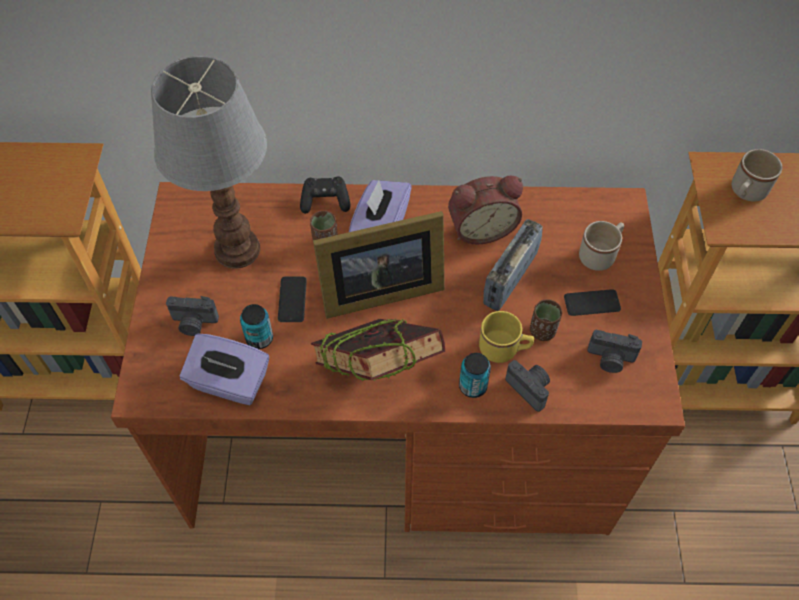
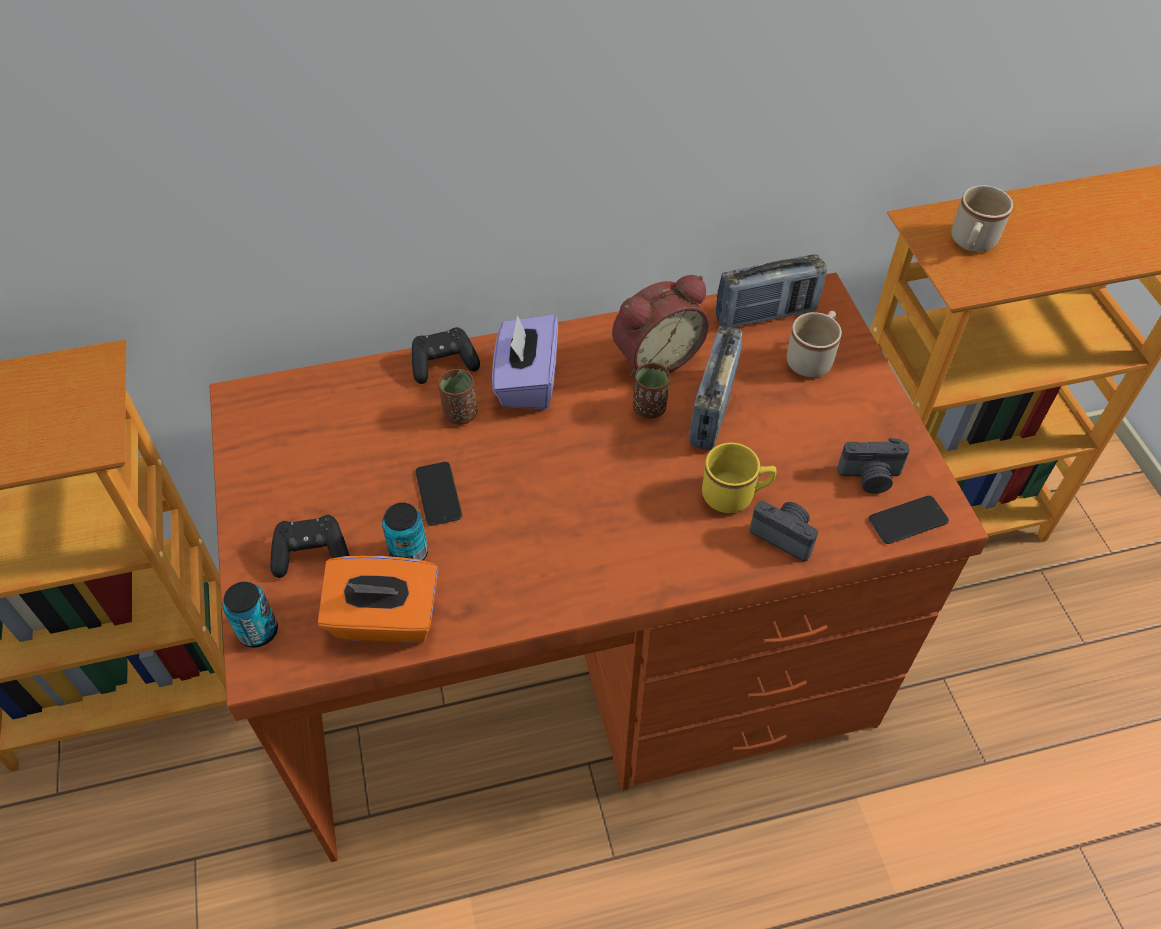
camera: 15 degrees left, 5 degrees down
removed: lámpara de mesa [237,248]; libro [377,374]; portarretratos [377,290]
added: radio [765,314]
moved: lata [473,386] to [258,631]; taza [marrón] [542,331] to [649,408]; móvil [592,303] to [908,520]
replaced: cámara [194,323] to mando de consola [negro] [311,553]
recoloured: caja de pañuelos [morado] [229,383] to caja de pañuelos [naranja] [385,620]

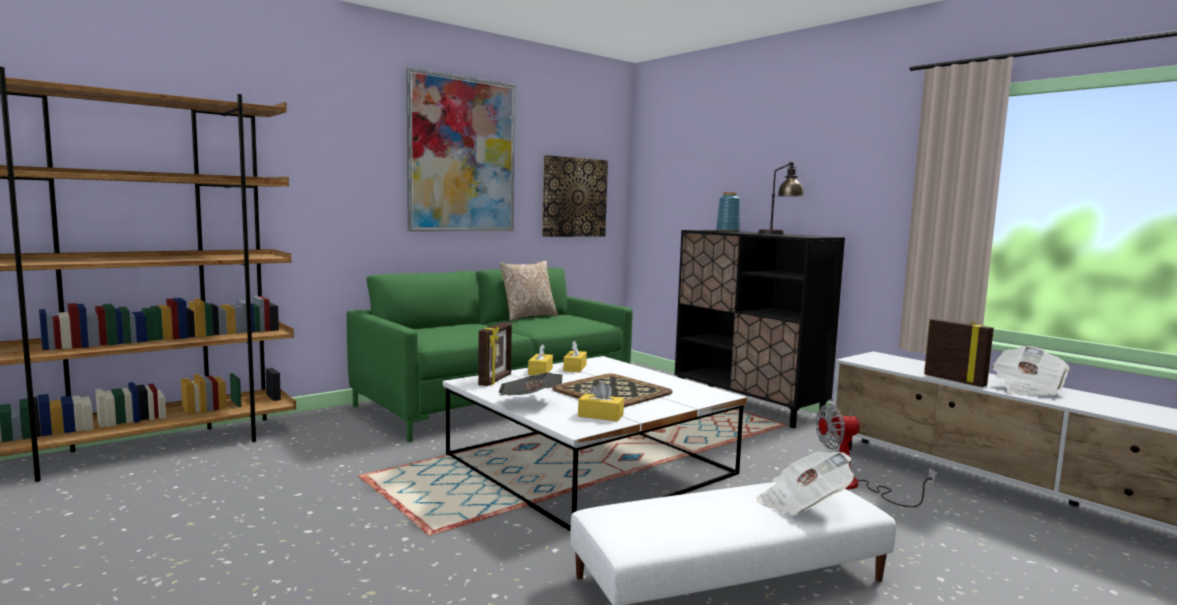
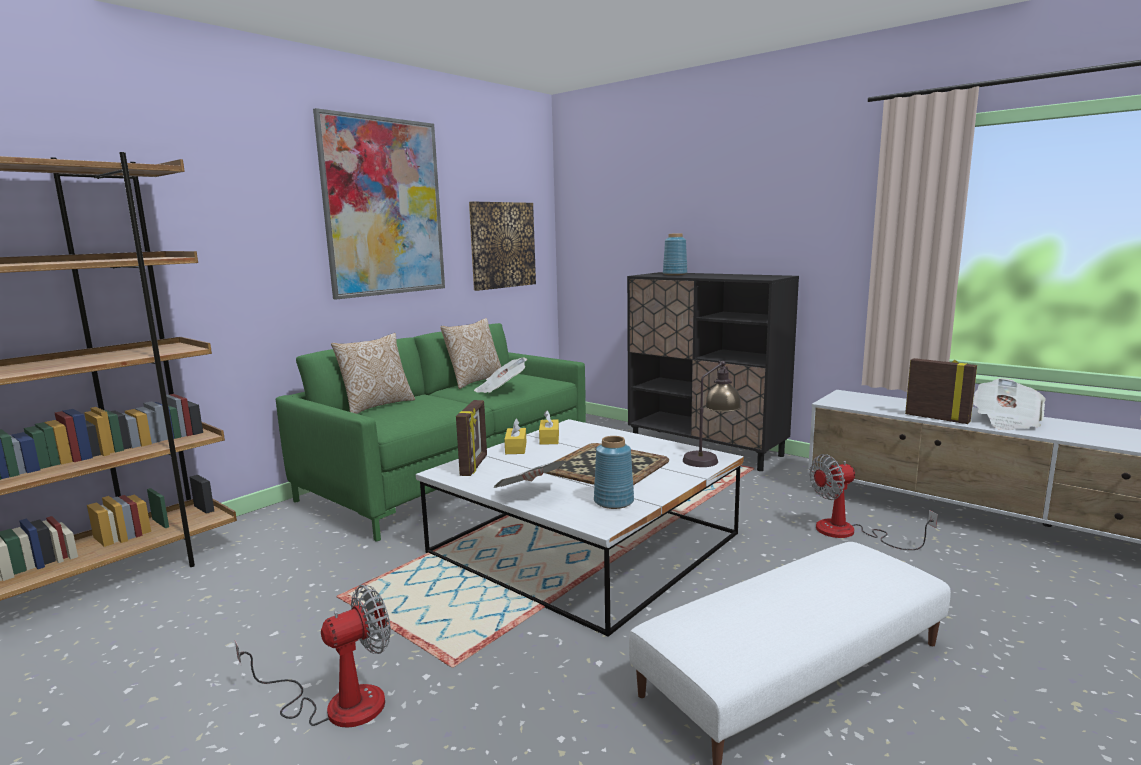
camera: 10 degrees left, 5 degrees up
added: ventilador [337,703]; cojín [376,406]
moved: periódico [802,504] to [501,390]; lámpara de mesa [779,234] to [711,458]
replaced: caja de pañuelos [amarillo] [600,416] to florero [azul] [614,501]

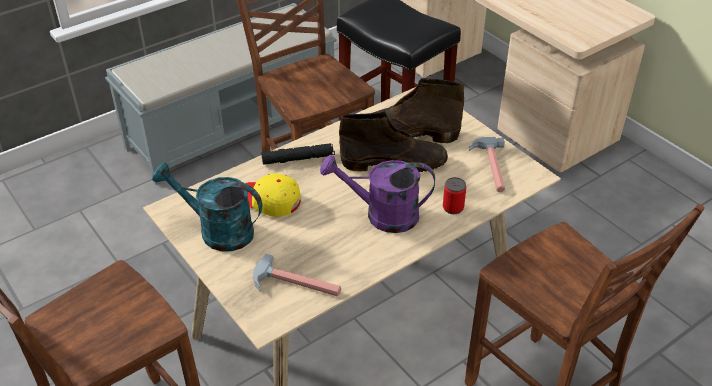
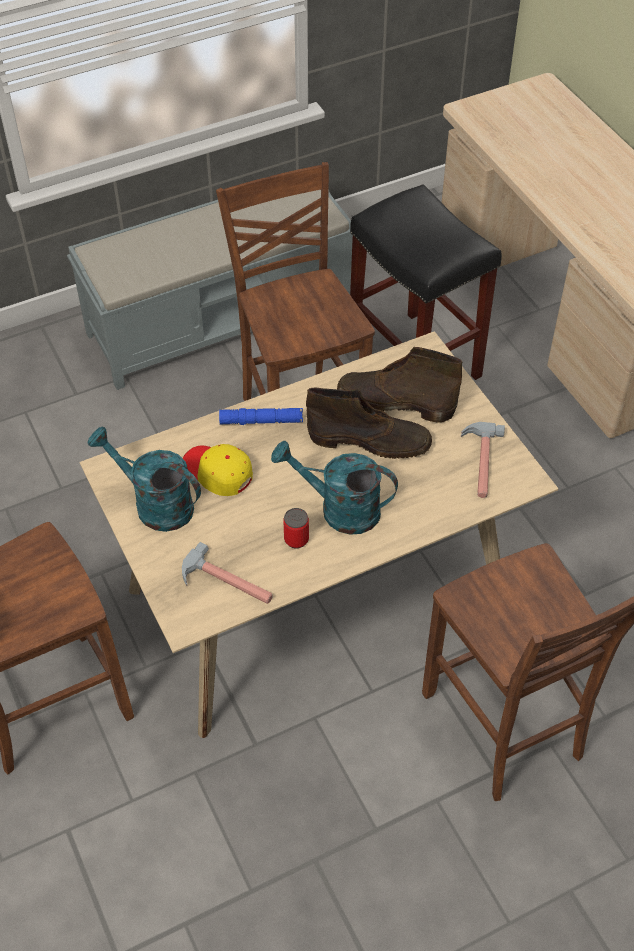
camera: 10 degrees right, 10 degrees up
moved: lata [453,208] to [296,539]
recoloured: linterna [negro] [298,159] to linterna [azul] [261,421]; regadera [morado] [382,215] to regadera [turquesa] [339,509]

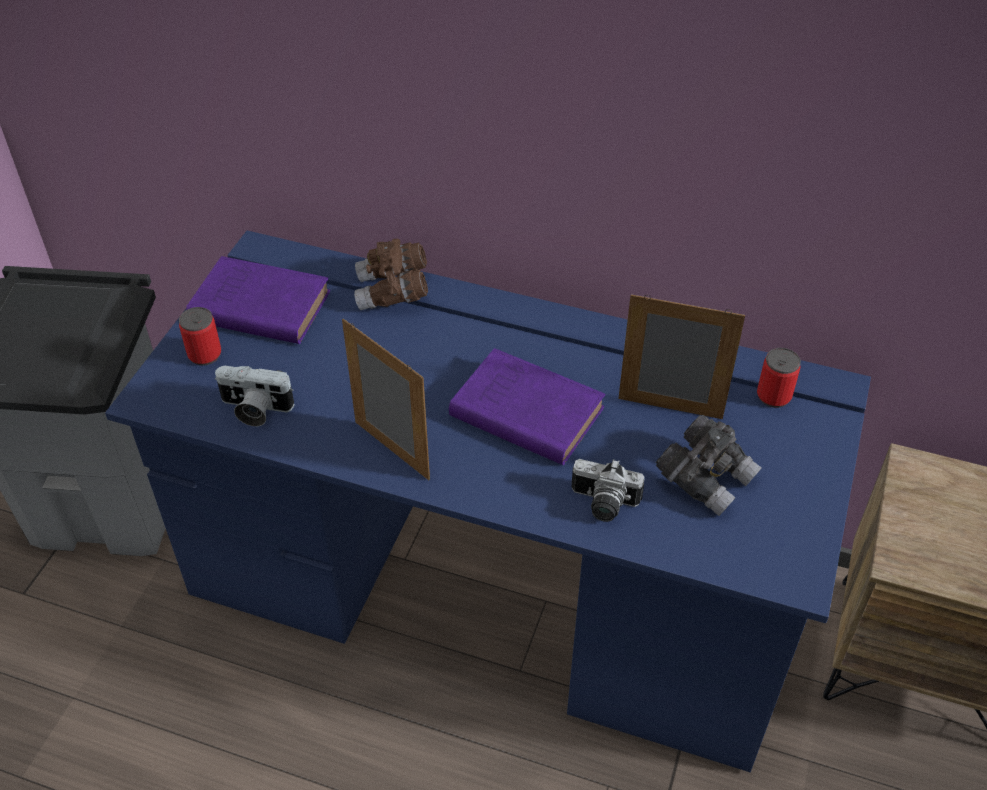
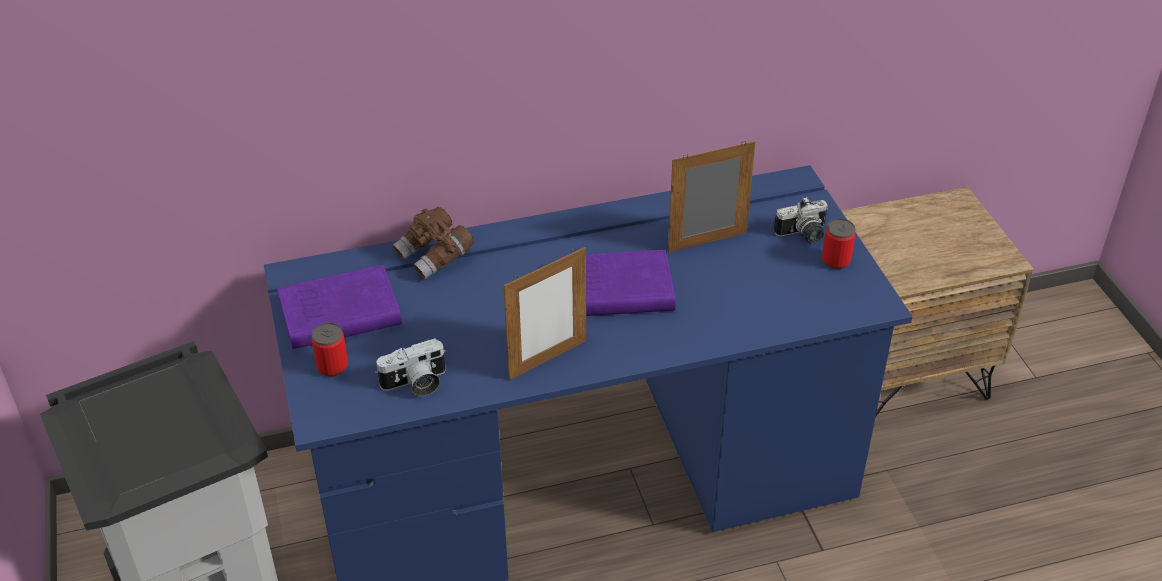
camera: 35 degrees left, 5 degrees down
removed: prismáticos [gris] [705,478]
moved: cámara [602,505] to [803,235]; lata [773,396] to [836,261]
turned: portarretratos [391,450] = [547,359] 135 degrees clockwise

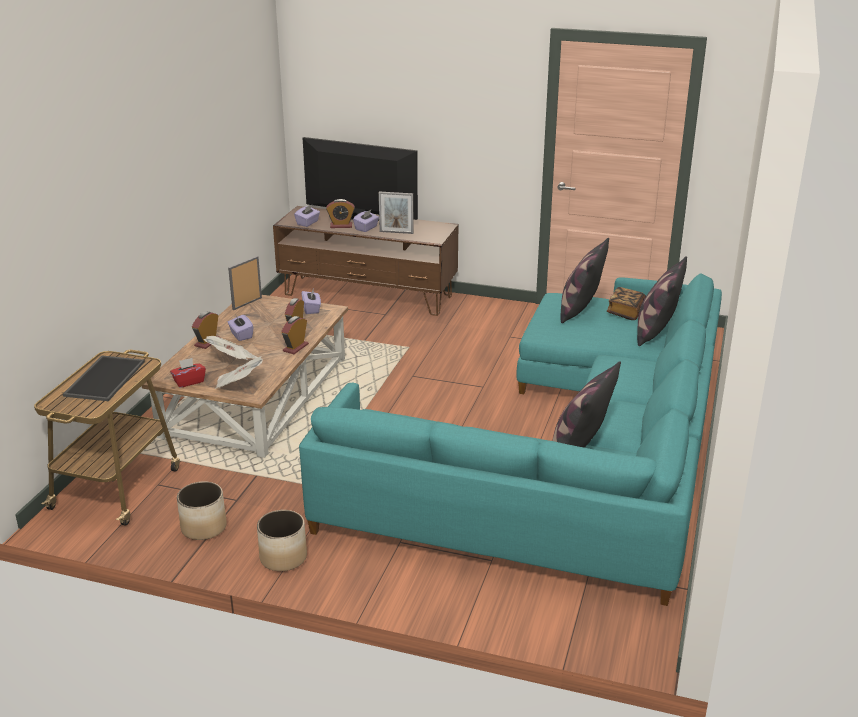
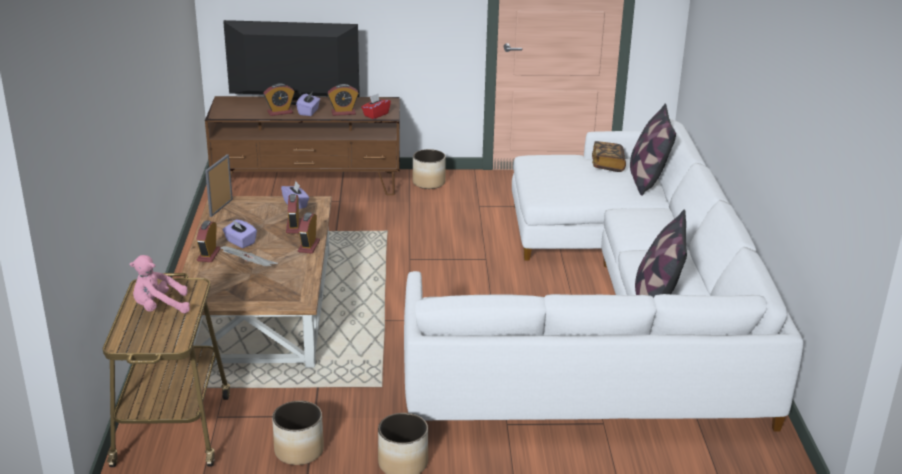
camera: 20 degrees left, 0 degrees up
removed: periódico [239,384]; caja de pañuelos [morado] [308,223]; cojín [580,310]
added: maceta [429,182]
moved: caja de pañuelos [rojo] [189,382] to [376,115]
replaced: bandeja [104,378] to peluche [rosa] [159,308]; portarretratos [396,232] to despertador [343,113]
recoloured: sofá [turquesa] [572,457] to sofá [blanco] [613,313]

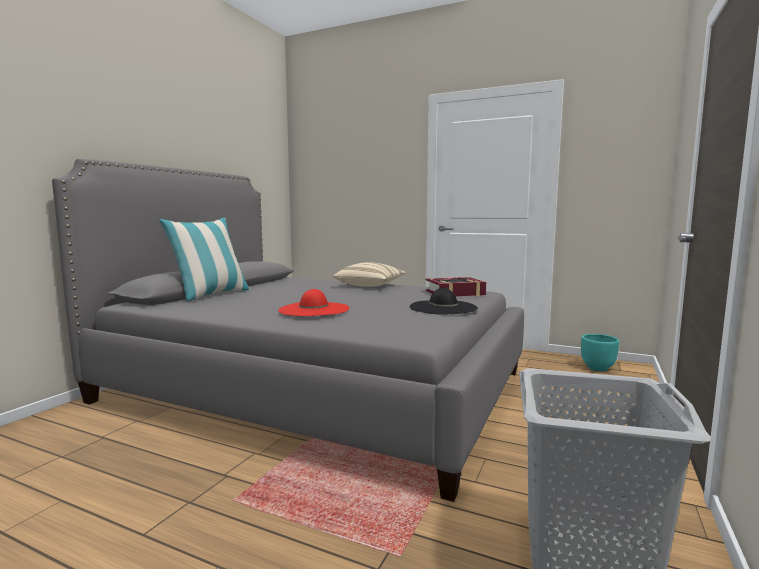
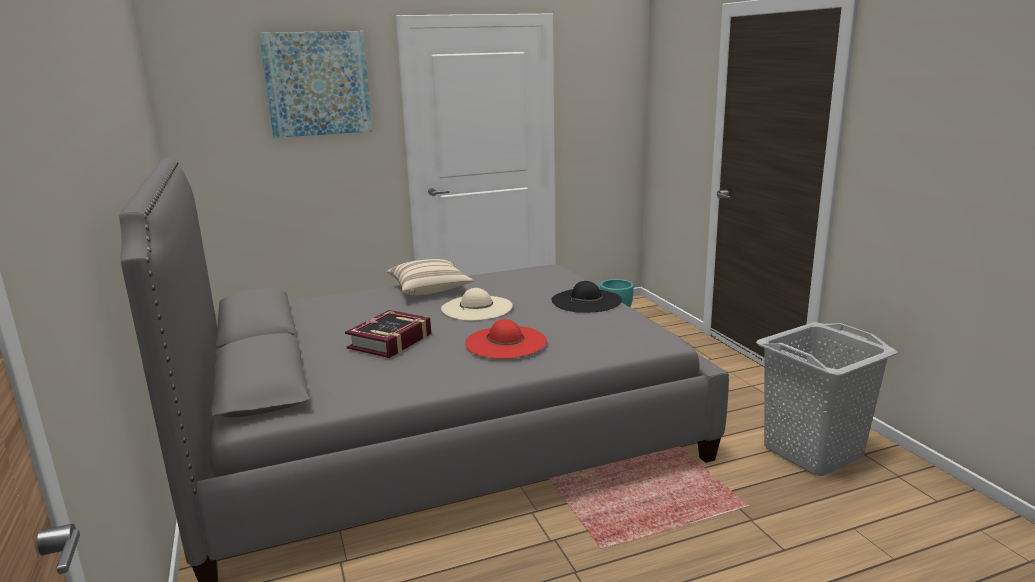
camera: 45 degrees left, 10 degrees up
removed: cojín [211,295]
added: cuadro [317,84]; sombrero [beis] [476,308]
moved: libro [455,293] to [390,341]

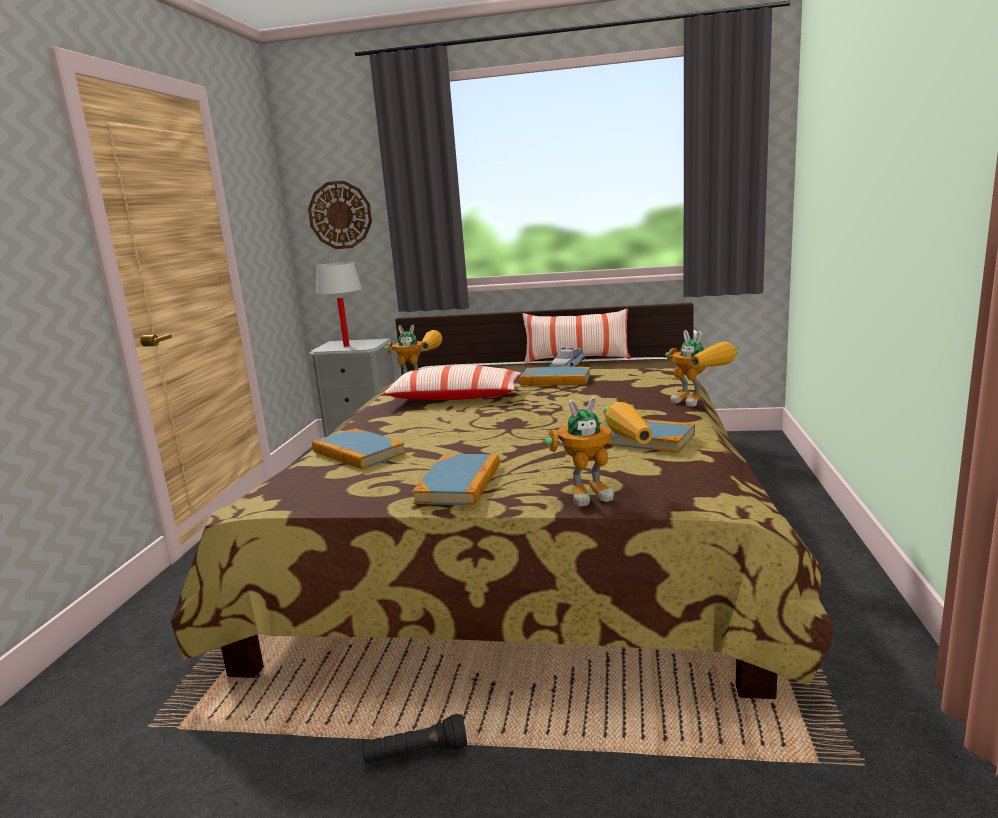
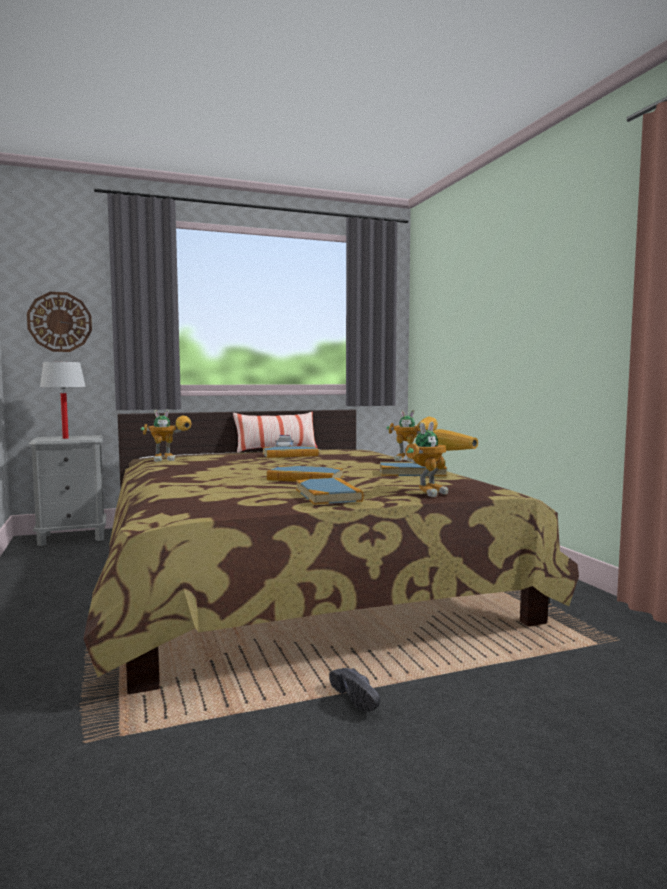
camera: 30 degrees left, 10 degrees down
removed: cojín [455,398]
moved: libro [358,452] to [305,478]
replaced: linterna [negro] [416,754] to zapato [negro] [359,698]

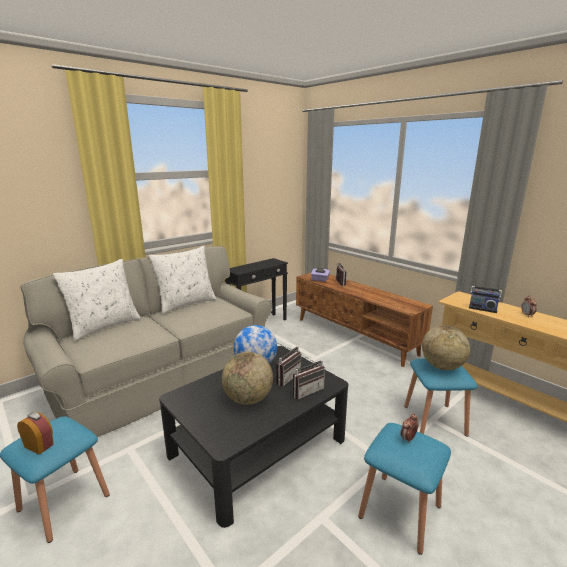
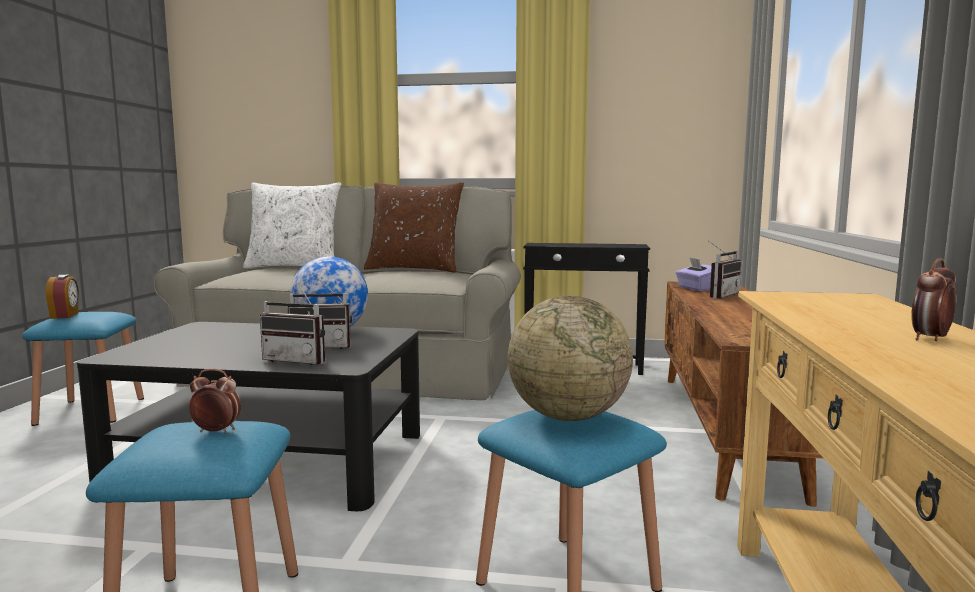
camera: 50 degrees right, 10 degrees down
removed: globo terráqueo [248,399]; radio [482,308]
recoloured: cojín [blanco] [186,303] to cojín [marrón] [414,269]

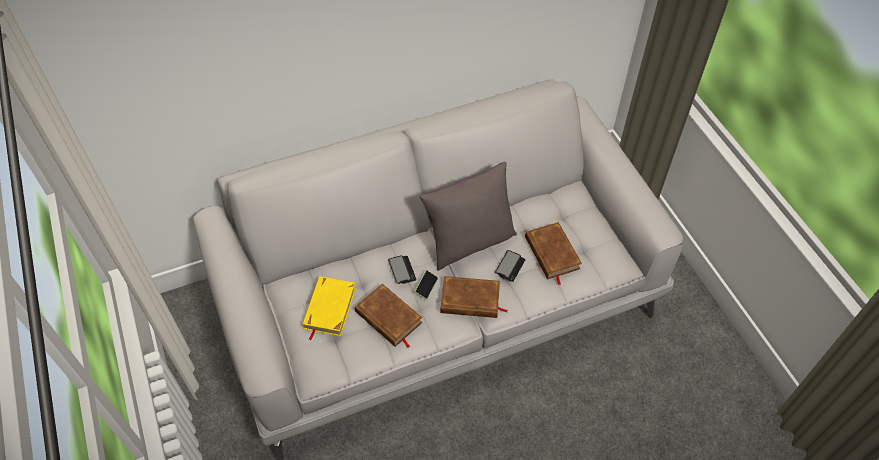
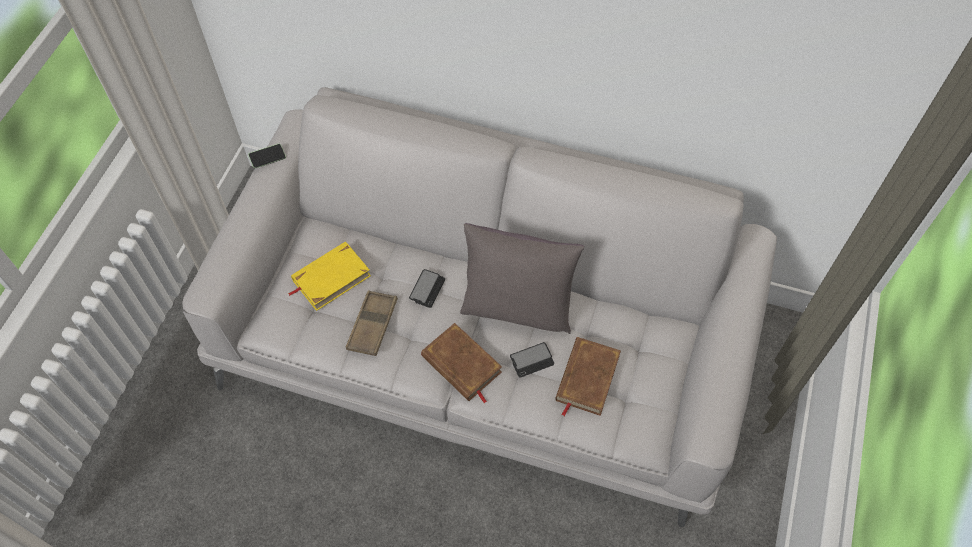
camera: 40 degrees right, 5 degrees up
moved: móvil [426,287] to [268,159]
replaced: libro [marrón] [388,318] to bandeja [marrón] [372,325]

